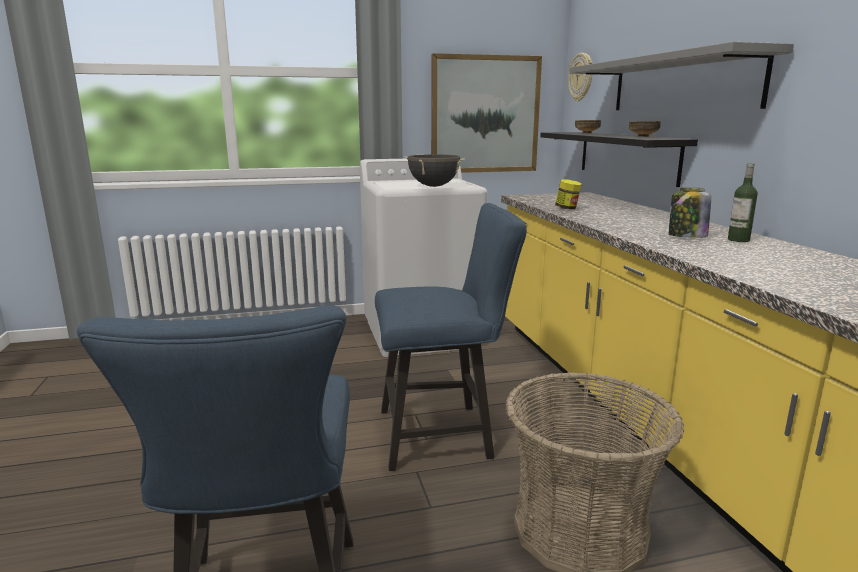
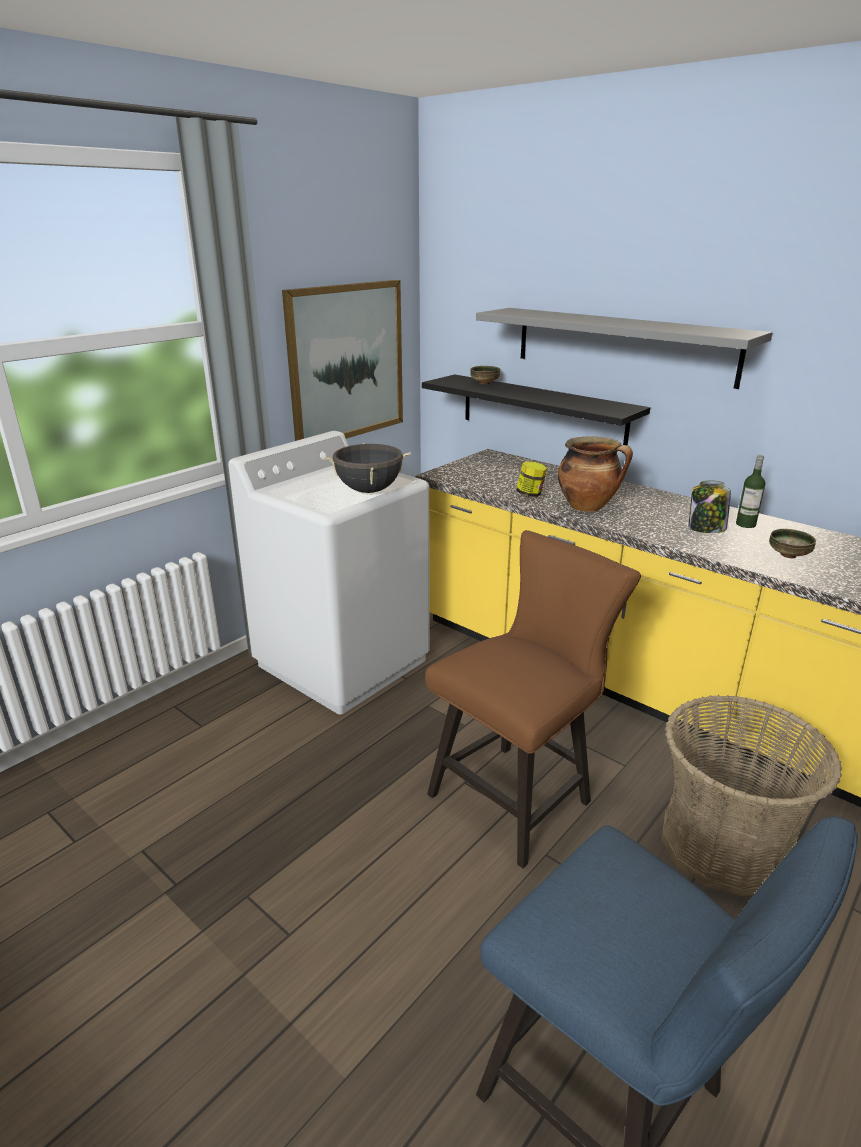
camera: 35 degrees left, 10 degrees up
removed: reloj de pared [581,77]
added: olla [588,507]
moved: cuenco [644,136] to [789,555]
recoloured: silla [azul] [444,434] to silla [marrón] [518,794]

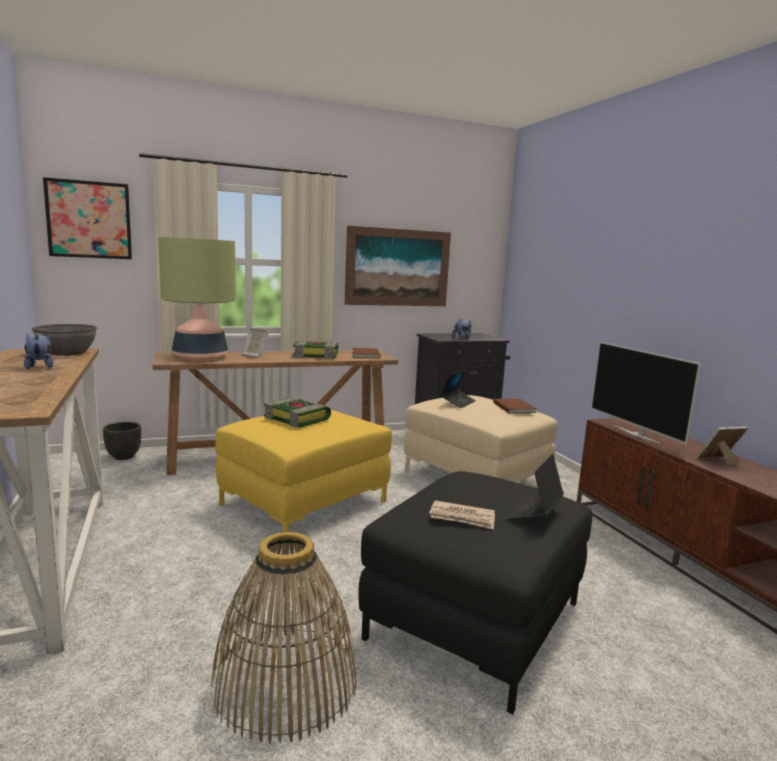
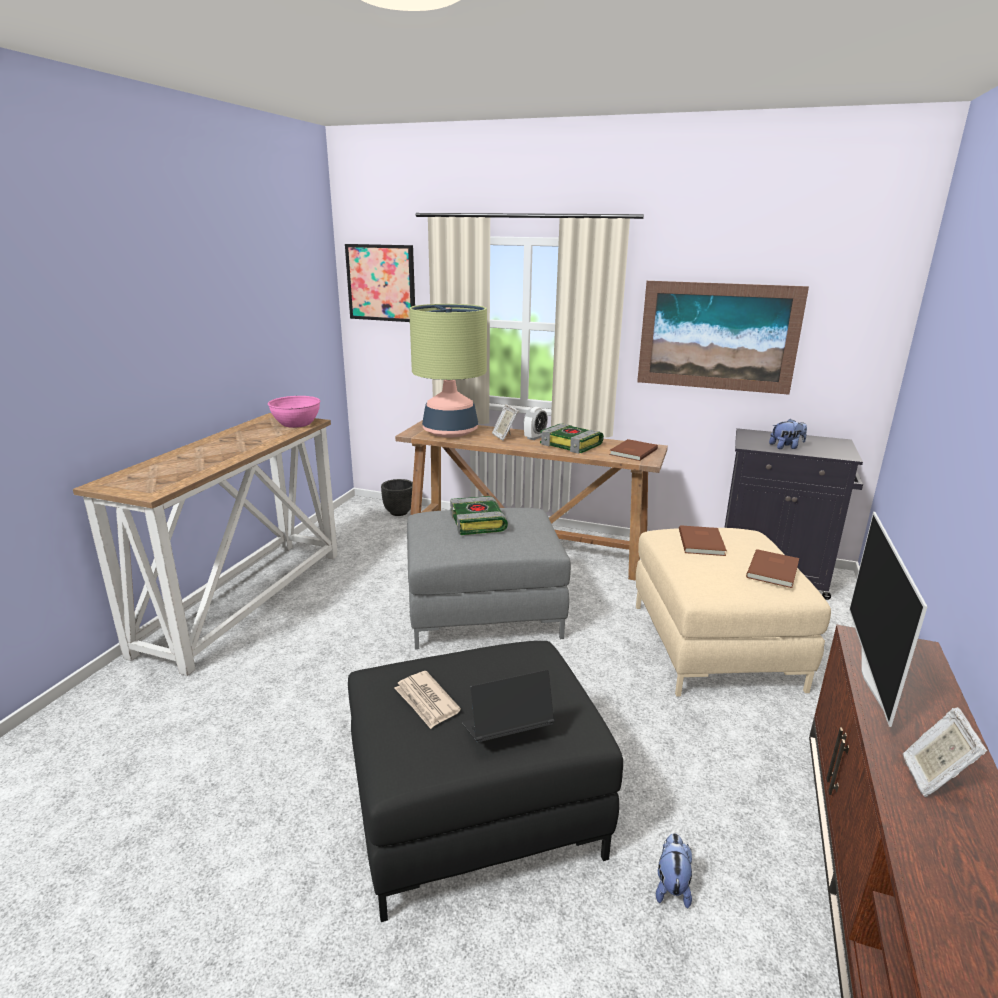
camera: 40 degrees right, 10 degrees up
removed: cesta [285,682]
added: despertador [535,437]
moved: peluche [40,367] to [671,885]
replaced: portátil [457,402] to libro [marrón] [702,542]
recoloured: cuenco [gris] [66,353] to cuenco [rosa] [296,424]; puf [amarillo] [304,503] to puf [gris] [484,611]
turned: portarretratos [718,461] = [932,778] 105 degrees counterclockwise

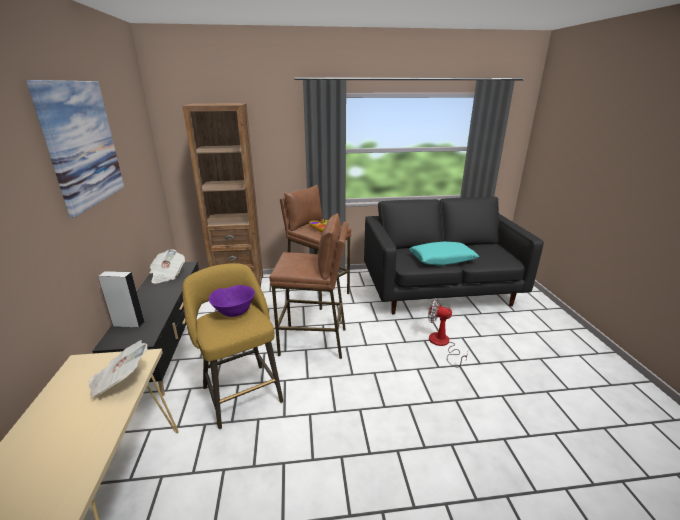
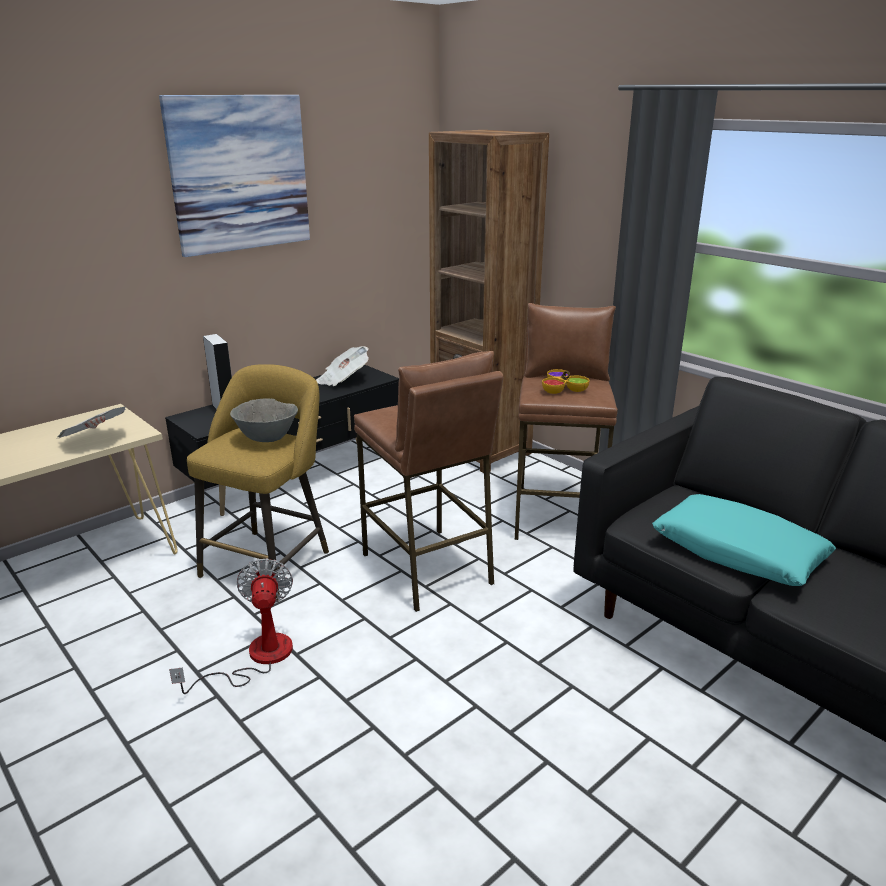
camera: 55 degrees right, 0 degrees up
moved: ventilador [442,344] to [256,658]
recoloured: cuenco [morado] [234,313] to cuenco [gris] [267,438]

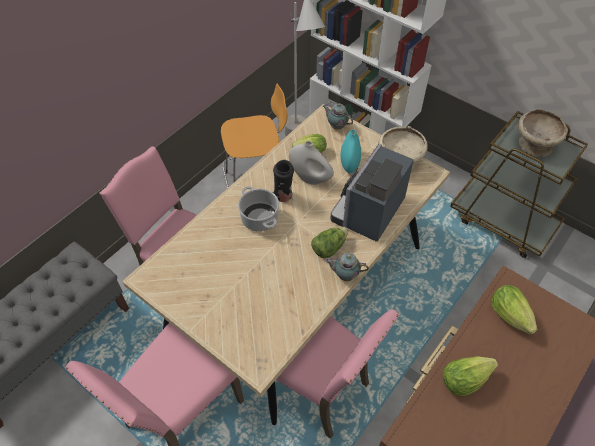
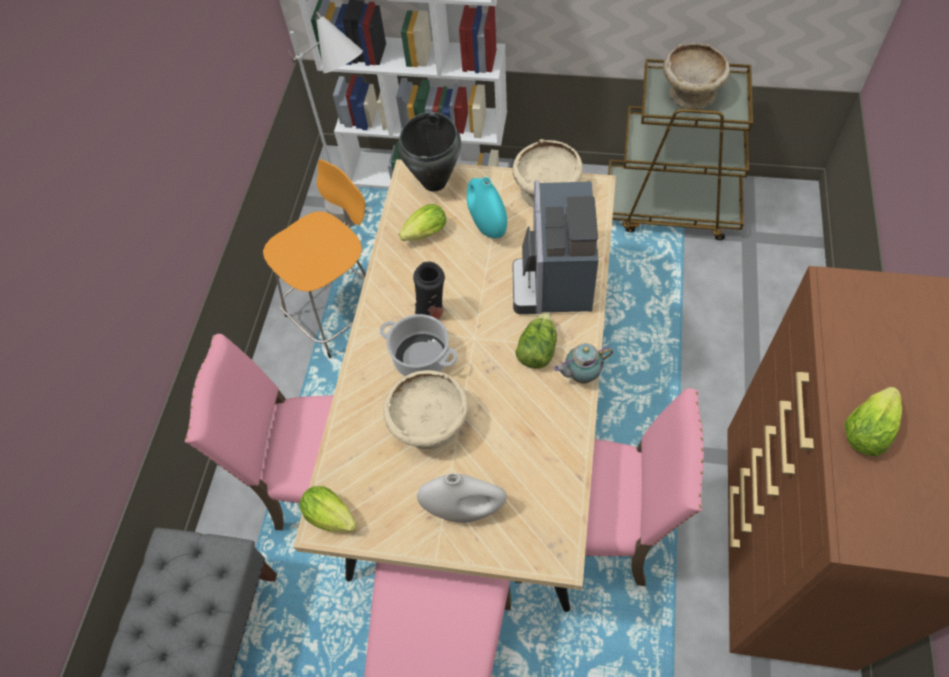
camera: 25 degrees left, 5 degrees up
added: cuenco [beis] [430,425]
moved: florero [blanco] [310,178] to [464,509]; lechuga [511,318] to [333,518]
replaced: tetera [336,126] to olla [negro] [435,182]

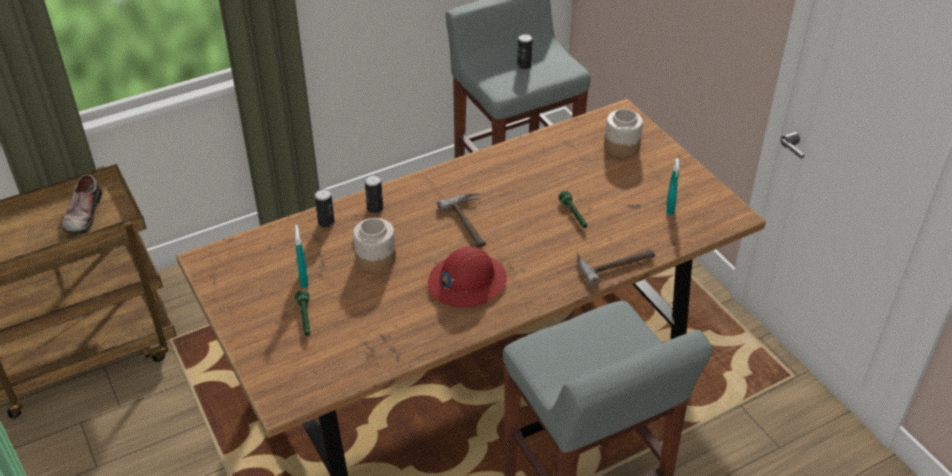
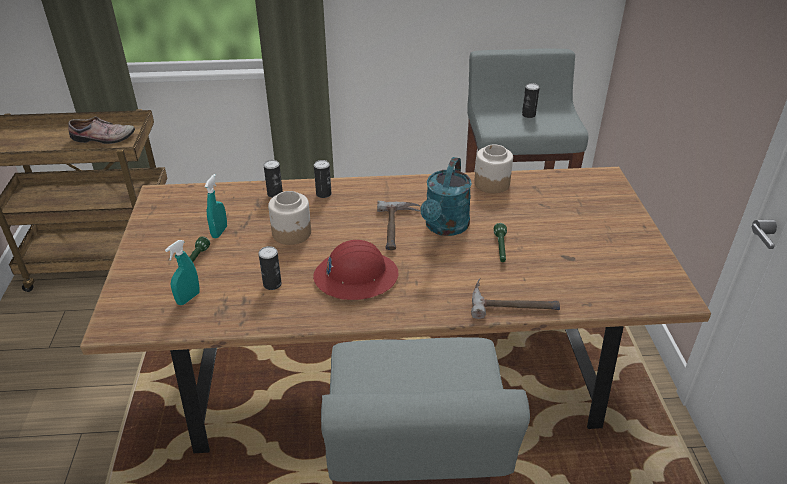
camera: 25 degrees right, 5 degrees down
added: lata [272,284]; regadera [turquesa] [445,227]
moved: tarro [621,147] to [491,183]; pulverizador [turquesa] [670,209] to [188,298]
turned: zapato [82,214] = [103,138] 120 degrees counterclockwise

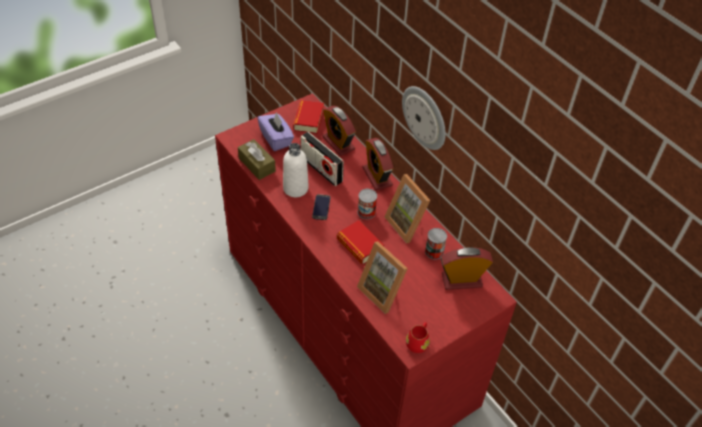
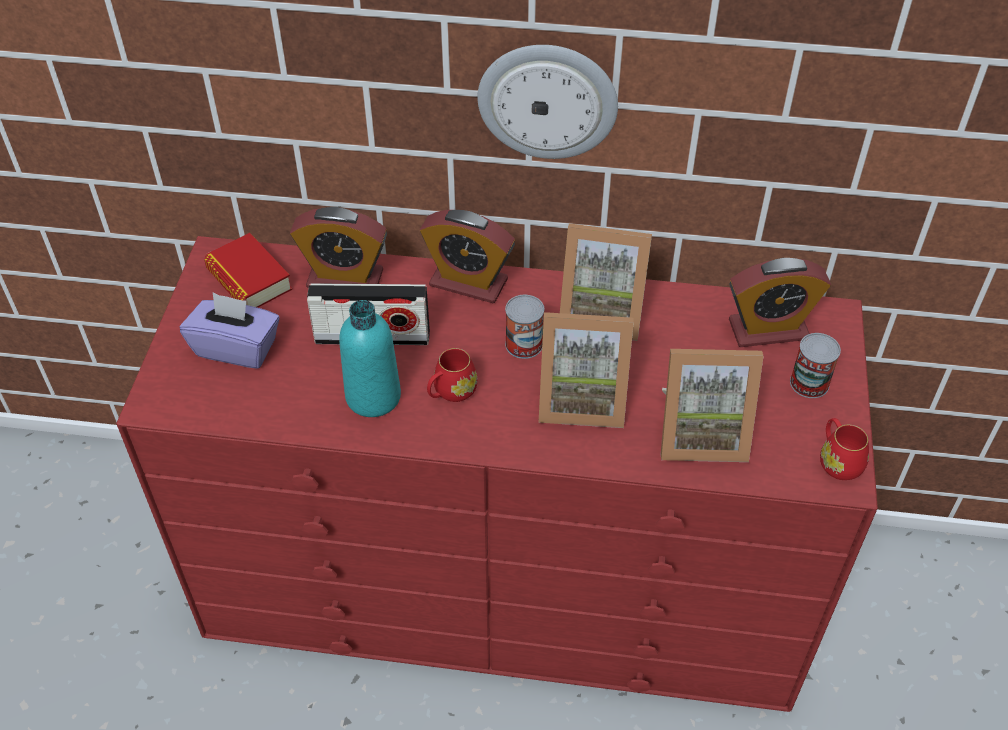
camera: 45 degrees left, 0 degrees up
removed: caja de pañuelos [marrón] [257,165]
moved: lata [434,252] to [809,383]
replaced: móvil [321,207] to taza grande [rojo] [451,392]; libro [360,245] to portarretratos [581,399]
recoloured: botella [blanco] [295,188] to botella [turquesa] [373,396]
turned: despertador [462,280] = [768,329] 135 degrees counterclockwise

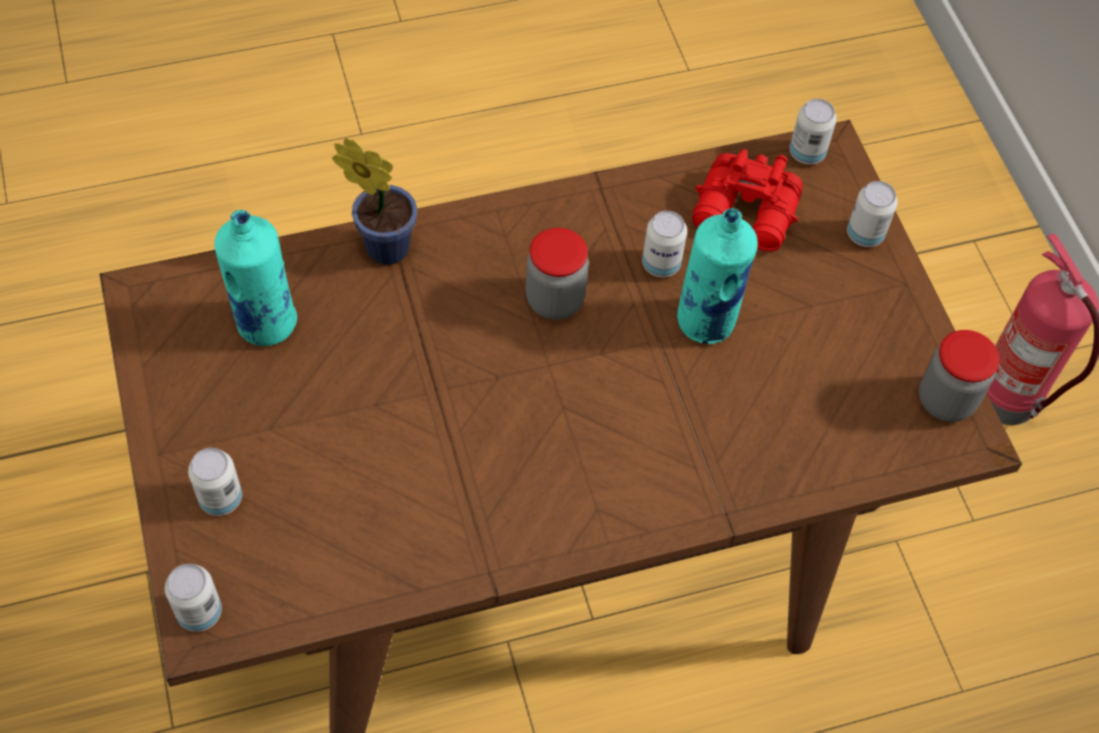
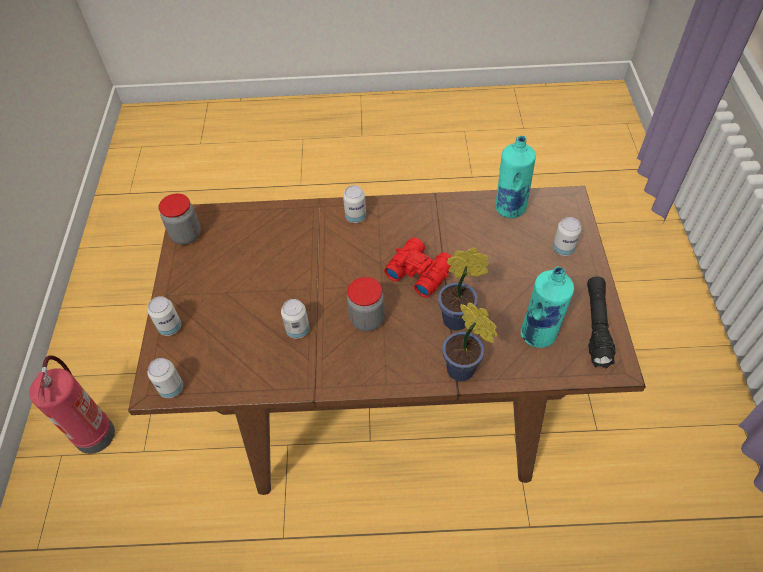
camera: 160 degrees left, 5 degrees down
added: planta en maceta [459,320]; linterna [negro] [596,326]
moved: lata [199,612] to [355,217]; botella [turquesa] [706,321] to [509,208]; prismáticos [rojo] [746,215] to [419,271]

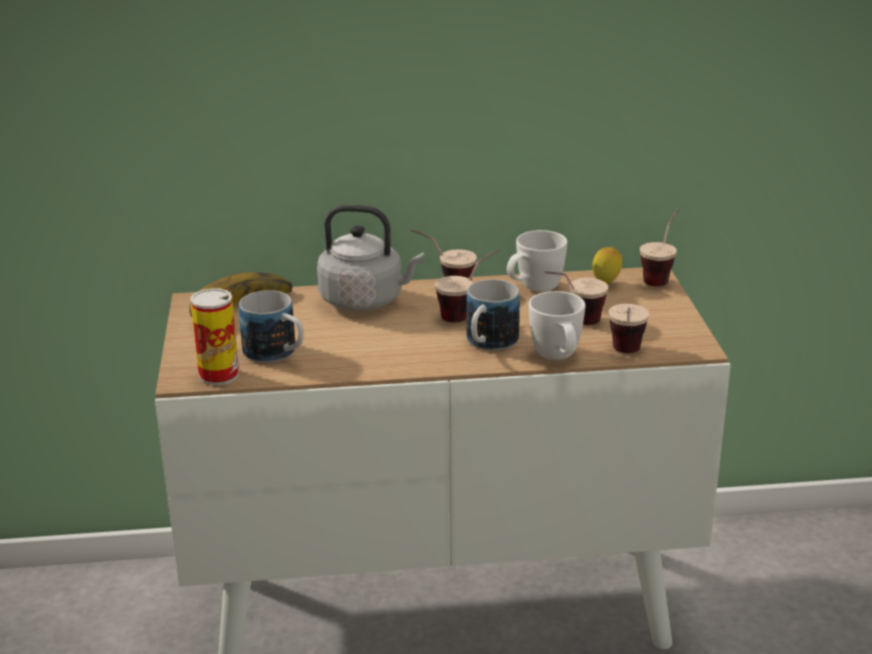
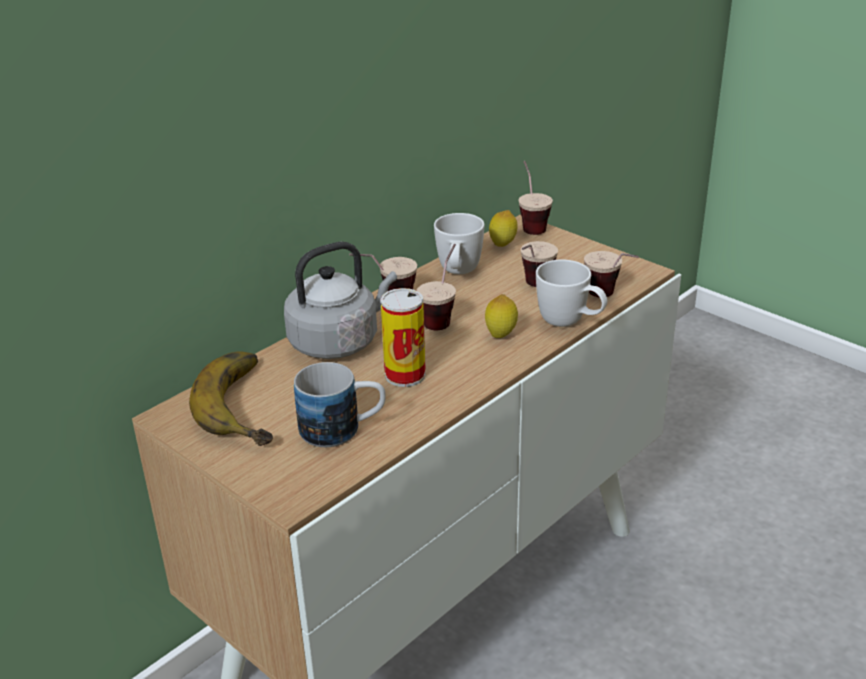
camera: 40 degrees left, 5 degrees up
moved: lata [219,375] to [405,375]
replaced: taza grande [487,344] to limón [501,336]

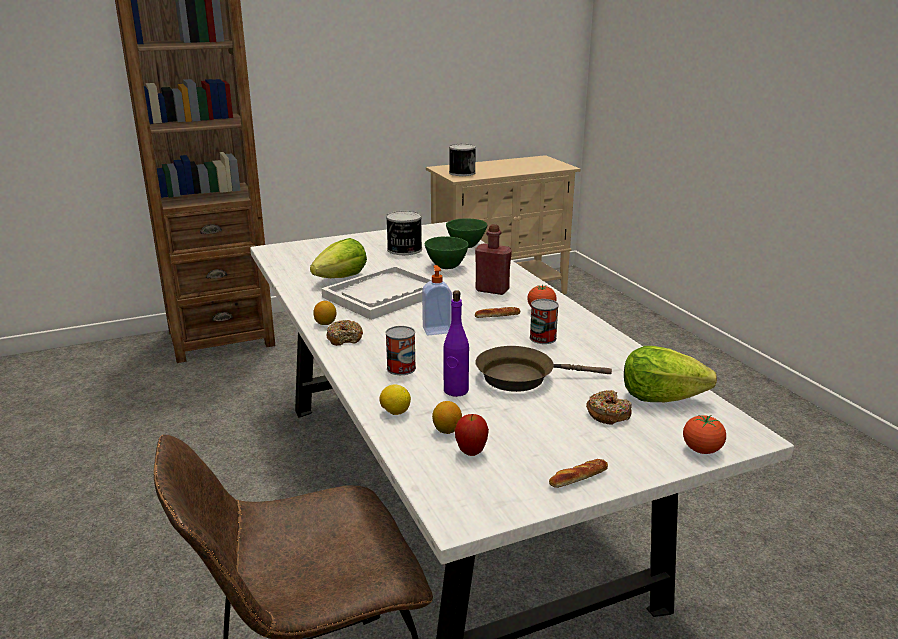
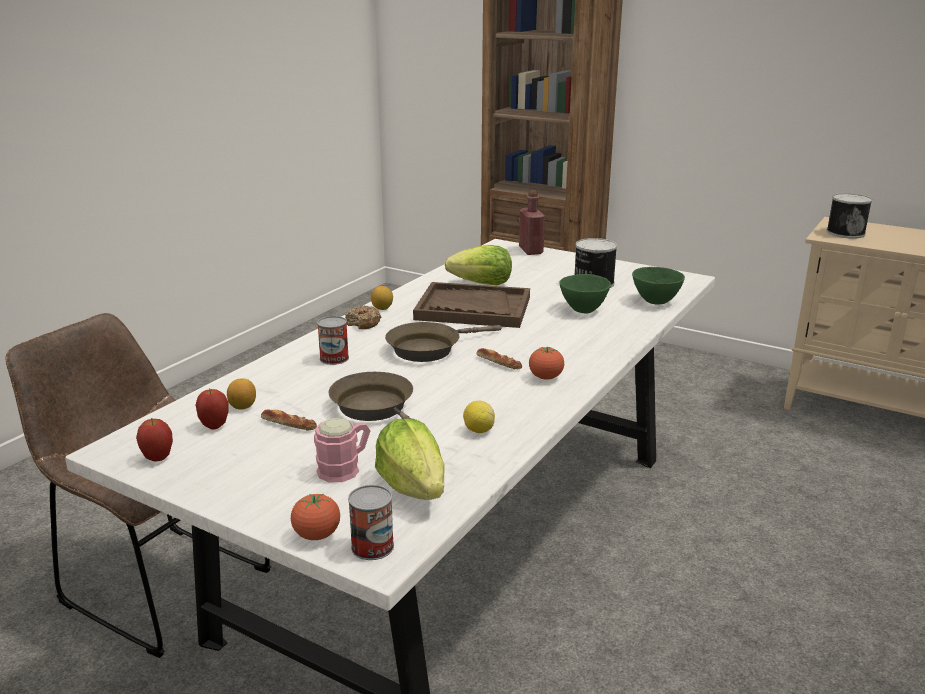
camera: 55 degrees right, 0 degrees up
removed: botella [morado] [455,391]
added: manzana [158,458]
moved: limón [395,412] to [478,430]; botella [rojo] [492,290] to [531,251]; lata [543,338] to [372,546]; pan [578,478] to [288,424]
replaced: dispensador de jabón [437,330] to sartén [marrón] [429,348]; rosquilla [608,414] to taza grande [rosa] [345,468]
recoloured: bandeja [blanco] [384,295] to bandeja [marrón] [473,308]

